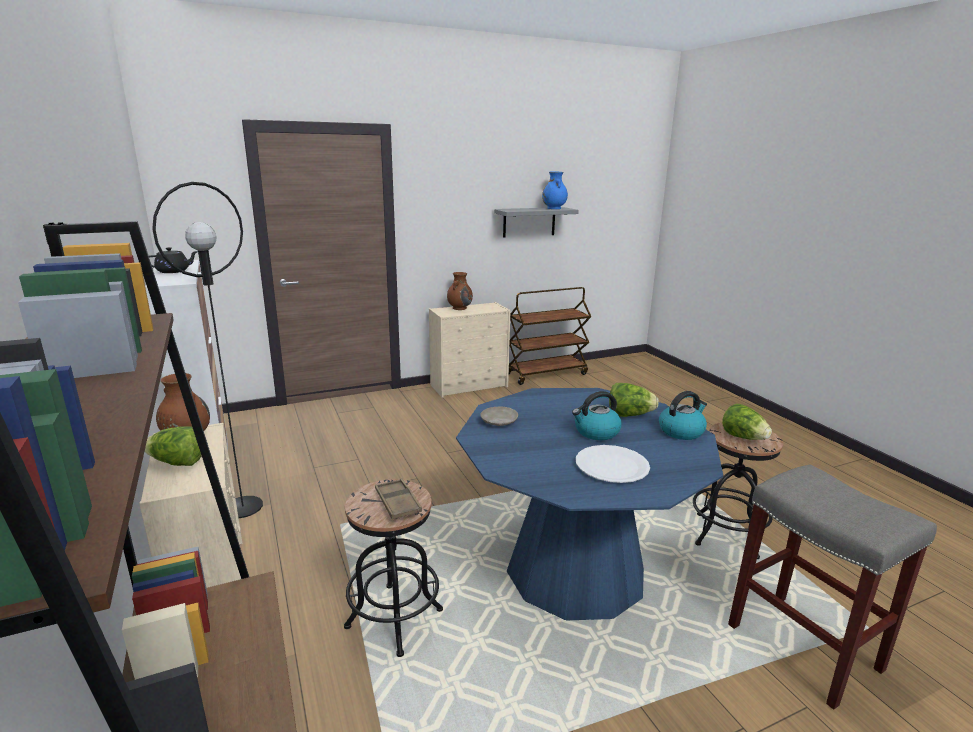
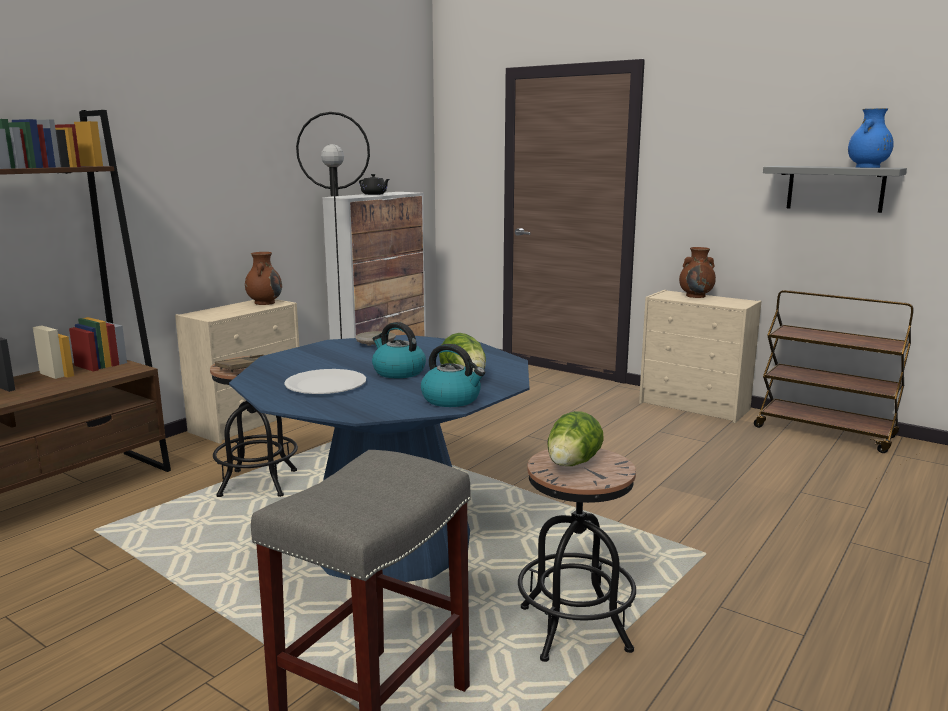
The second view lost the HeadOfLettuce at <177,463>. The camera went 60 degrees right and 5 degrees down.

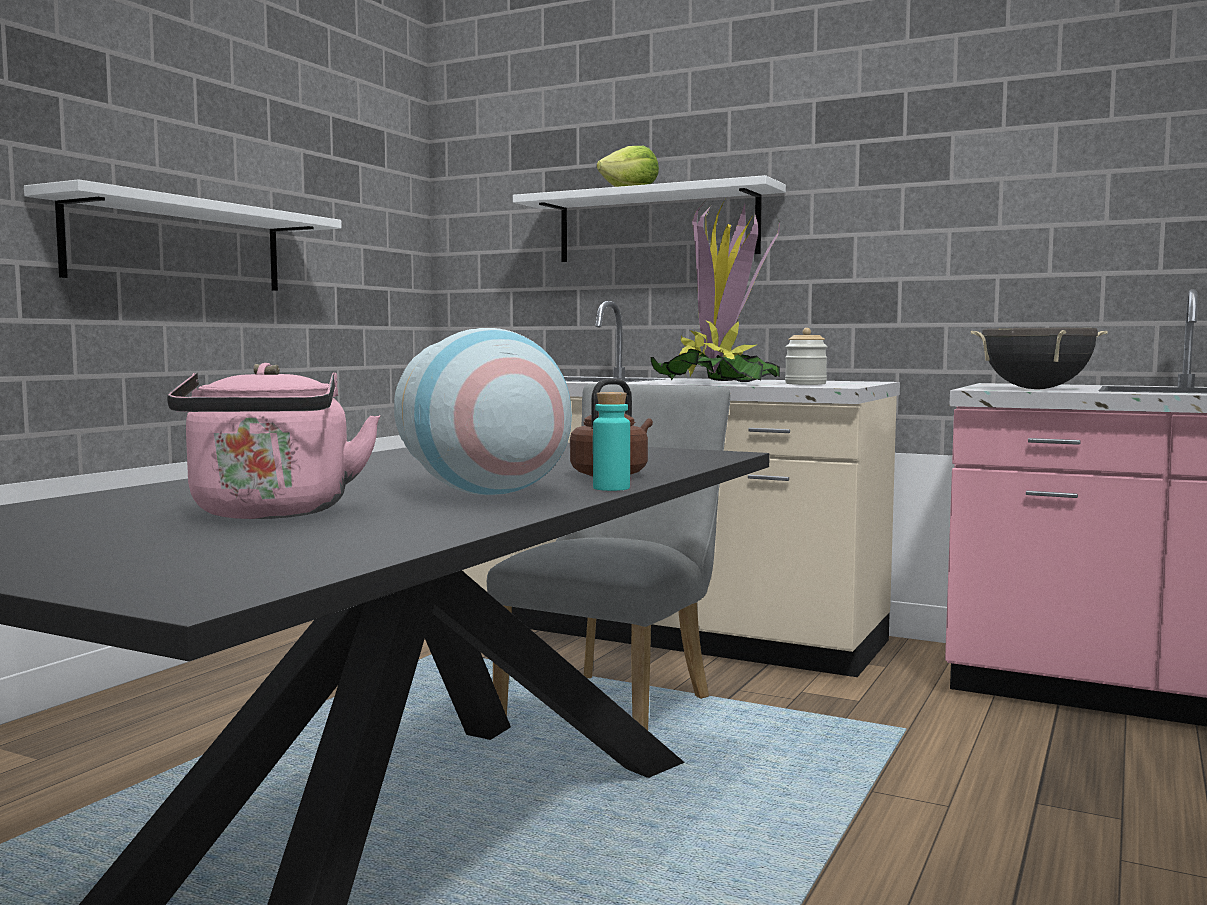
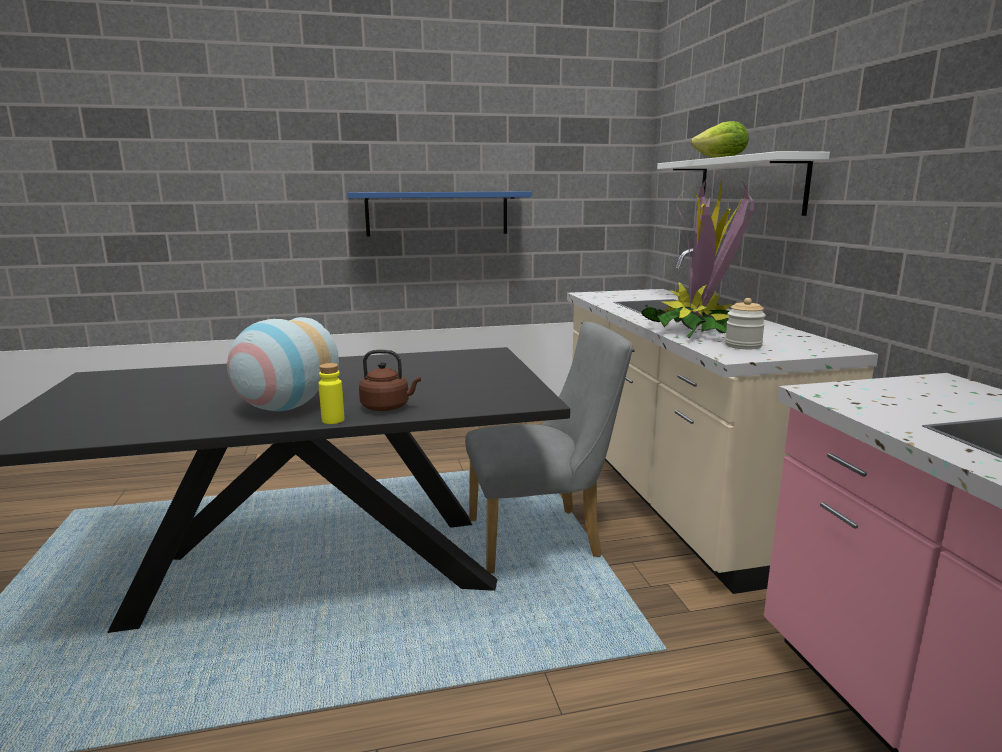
What was the TurquoiseColouredDrinkBottle at <611,488> turned into the YellowColouredDrinkBottle at <333,420>. What was the WhiteBracketShelf at <178,246> turned into the BluishBracketShelf at <437,213>. The second view lost the PinkWaterKettle at <271,514>. The second view lost the BlackishSaucepot at <1035,389>. The camera went 50 degrees right and 10 degrees up.

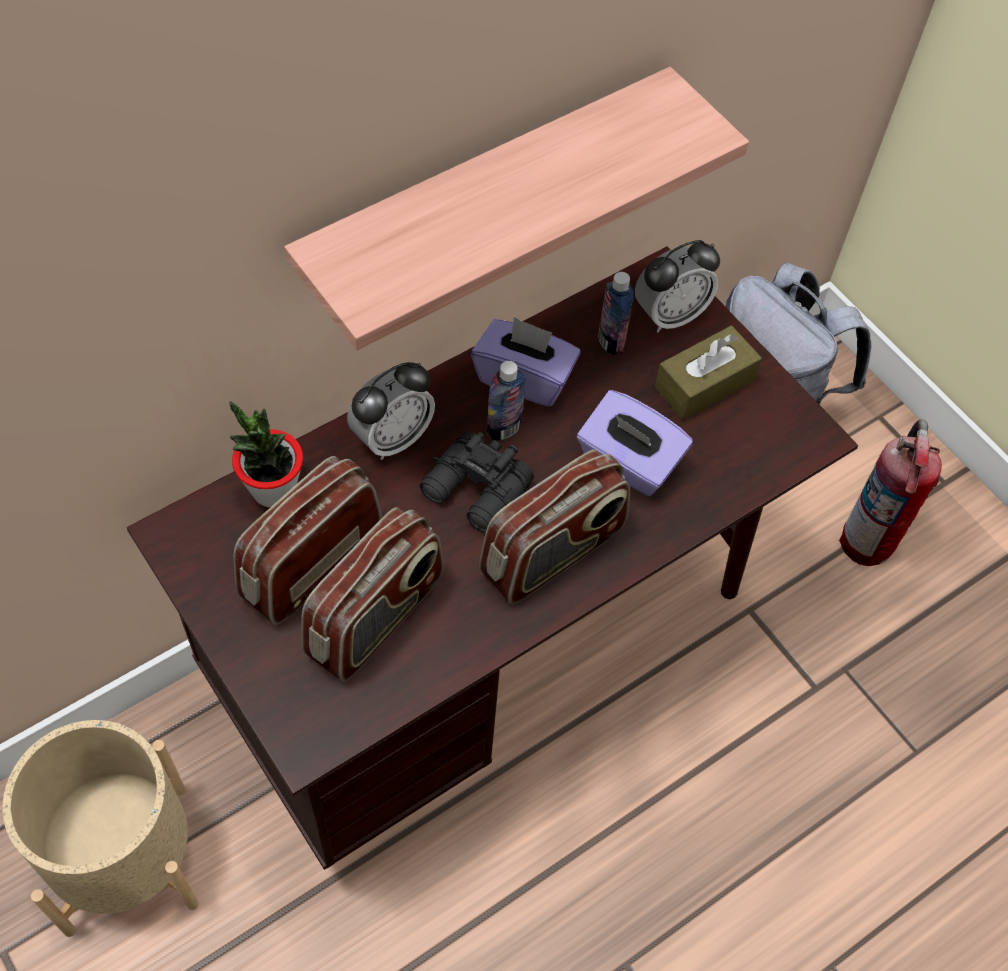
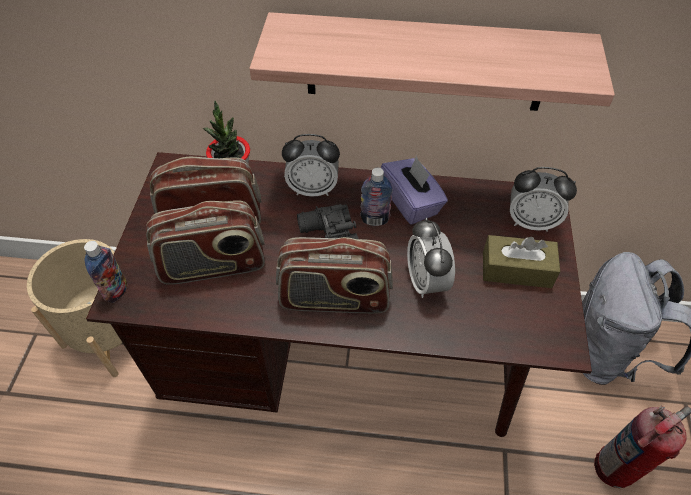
The DrinkBottle ended up elsewhere, having gone from <611,341> to <116,291>. Where the PurplishTissueBox stood at <628,462>, the AlarmClock came to stand at <426,281>. The camera went 45 degrees right and 5 degrees down.

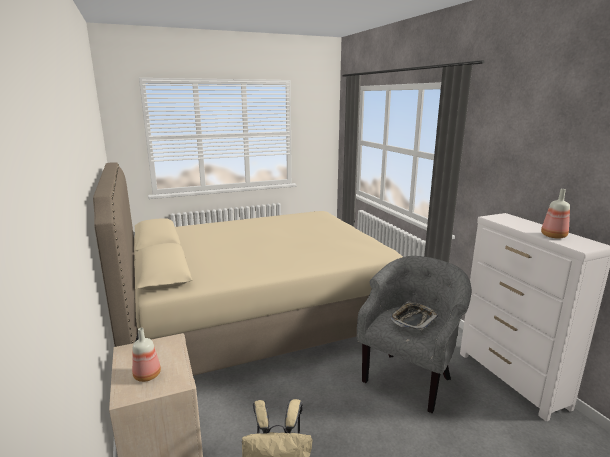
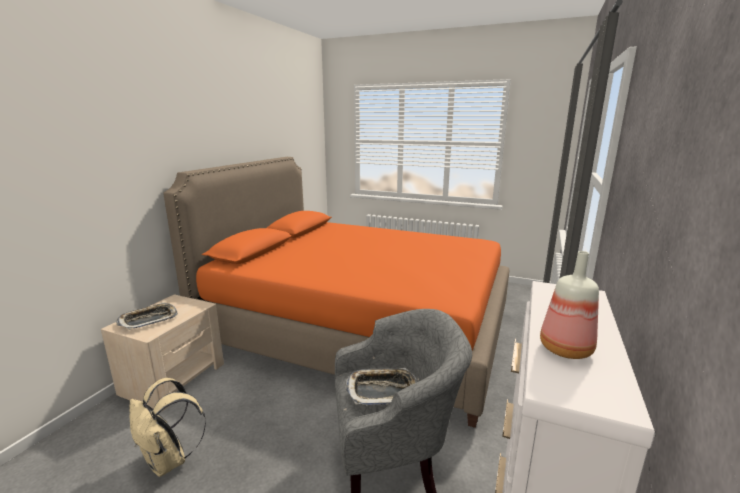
Where the DrinkBottle stood at <147,375>, the Tray came to stand at <149,319>. What was the BeigeBed at <258,315> turned into the OrangeBed at <359,328>. The camera went 45 degrees right and 0 degrees up.

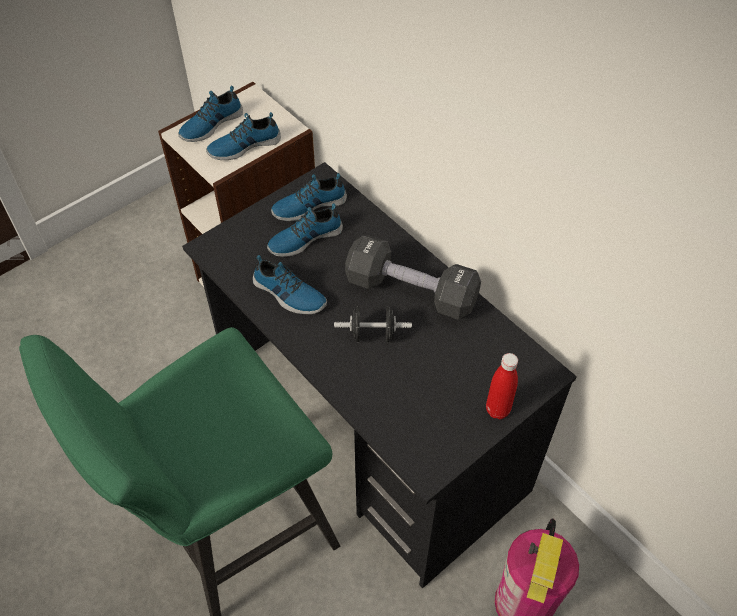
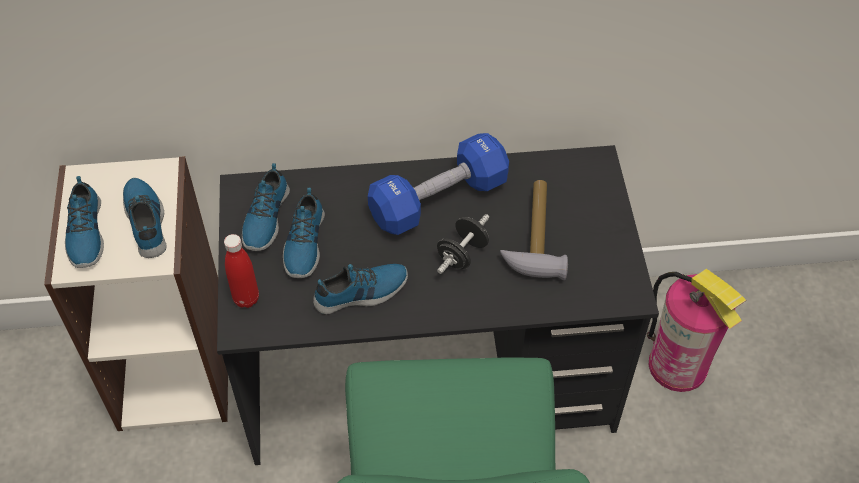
The Shoe at <244,145> ended up facing another way, 150 degrees clockwise from before. The RedDrinkBottle ended up elsewhere, having gone from <497,410> to <246,298>. What was the BlackishHandWeight at <411,291> turned into the BluishHandWeight at <439,199>. The second view gained the HandHammer at <534,235>. The camera went 55 degrees left and 0 degrees up.

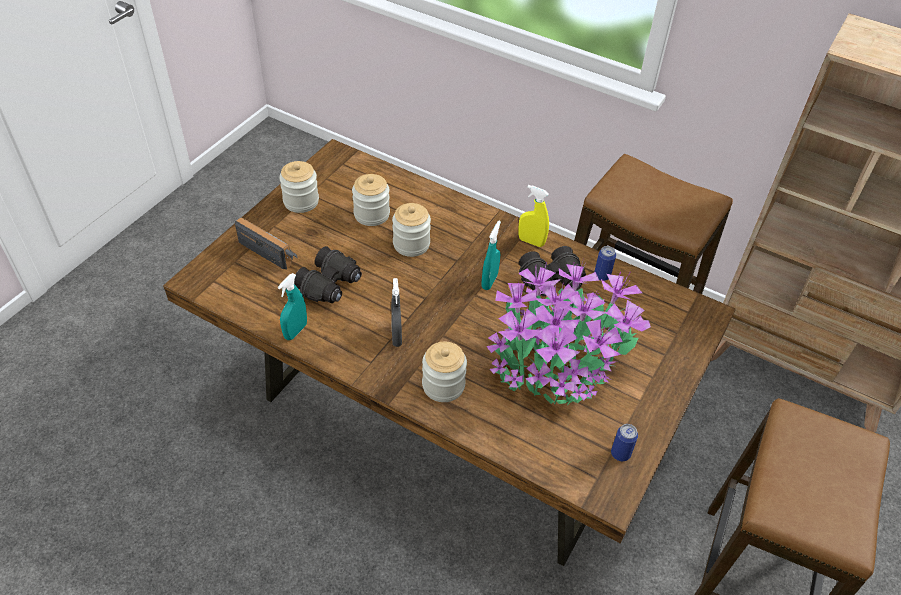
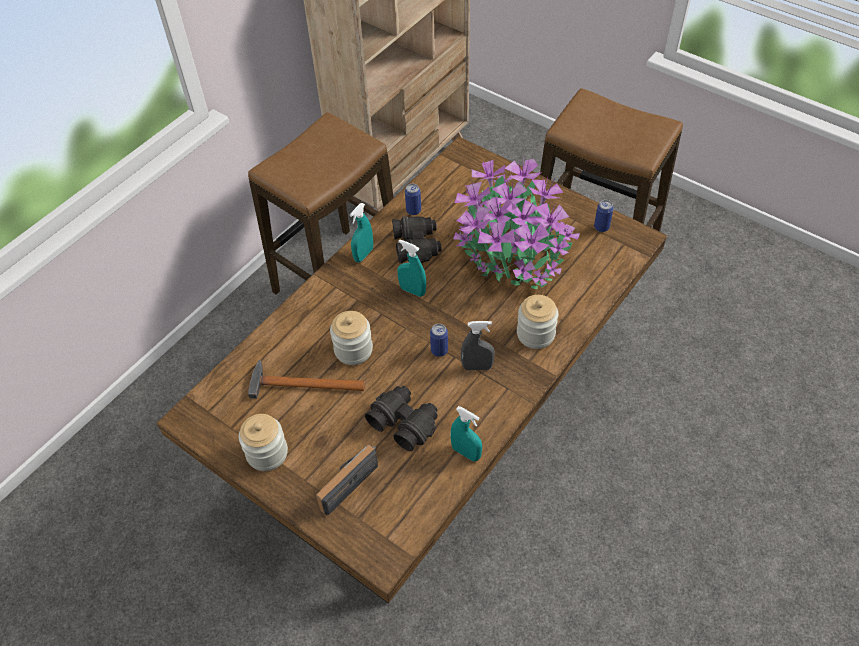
Where the PreserveJar stood at <371,214>, the HandHammer came to stand at <302,384>. What was the YellowColouredHandSprayer at <531,241> turned into the TurquoiseColouredHandSprayer at <363,254>. The second view gained the MetalCan at <439,350>. The camera went 80 degrees left and 5 degrees up.

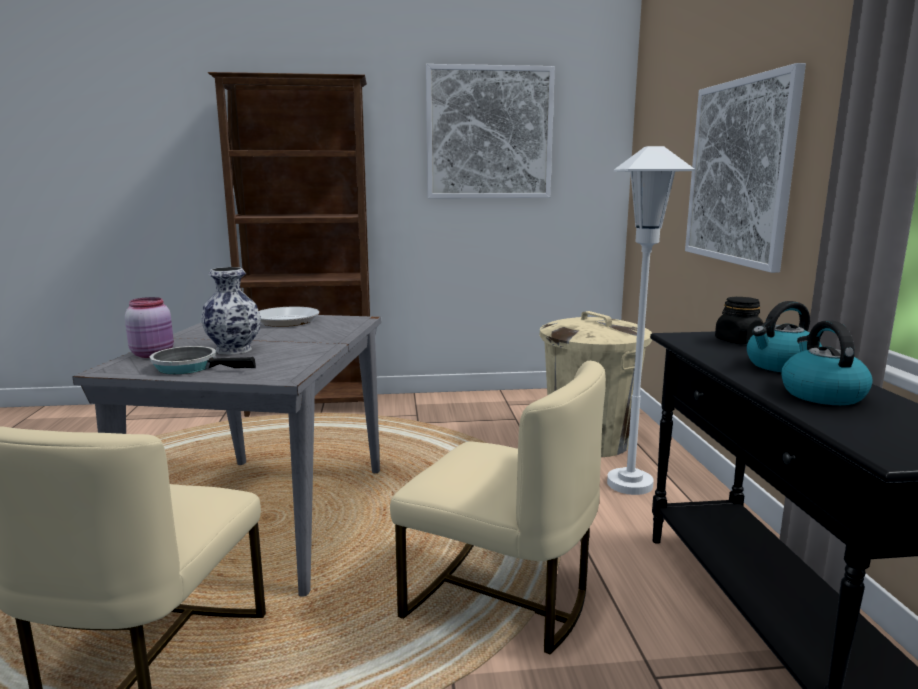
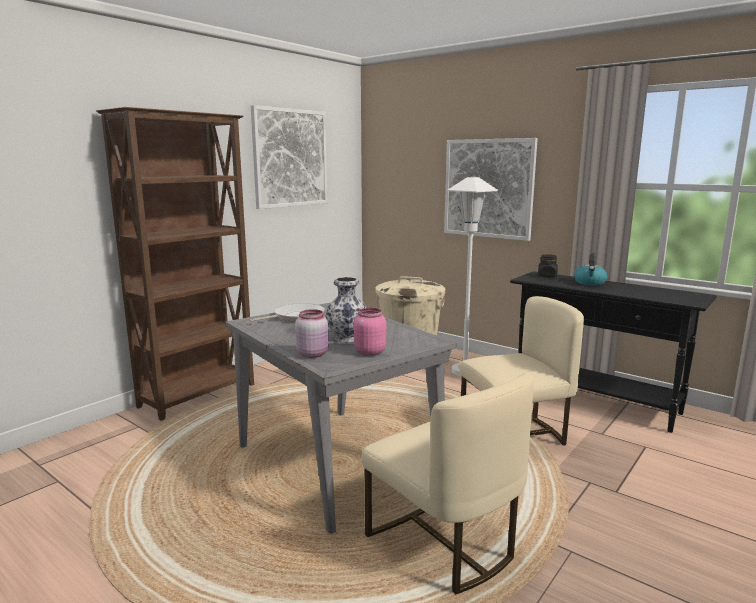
Where the FryingPan stood at <191,367>, the PinkPreserveJar came to stand at <369,352>. The second view lost the WaterKettle at <821,394>. The camera went 45 degrees left and 0 degrees up.

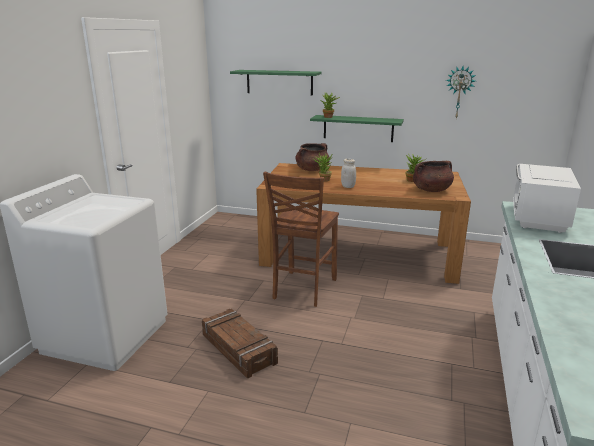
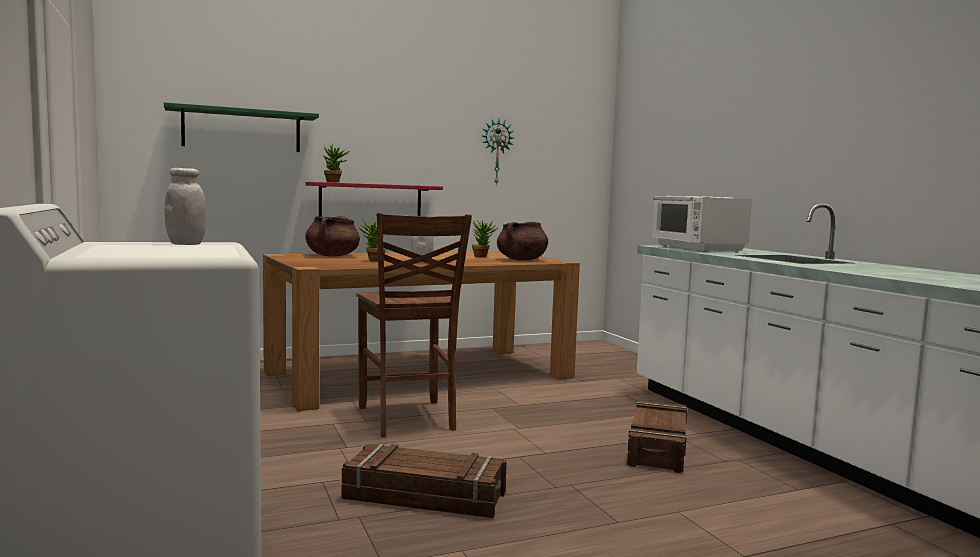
The second view gained the WhitePreserveJar at <186,244>. What was the GreenBracketShelf at <358,128> turned into the RedBracketShelf at <371,201>. The second view gained the ShippingCrate at <656,447>. The camera went 40 degrees left and 15 degrees down.

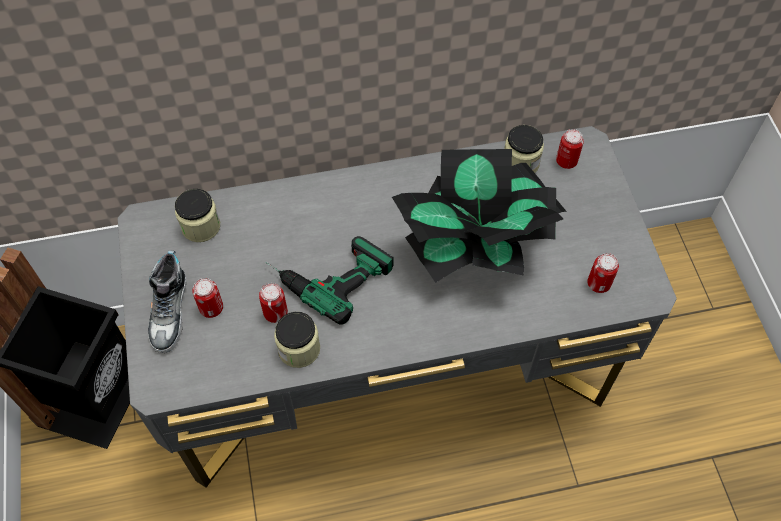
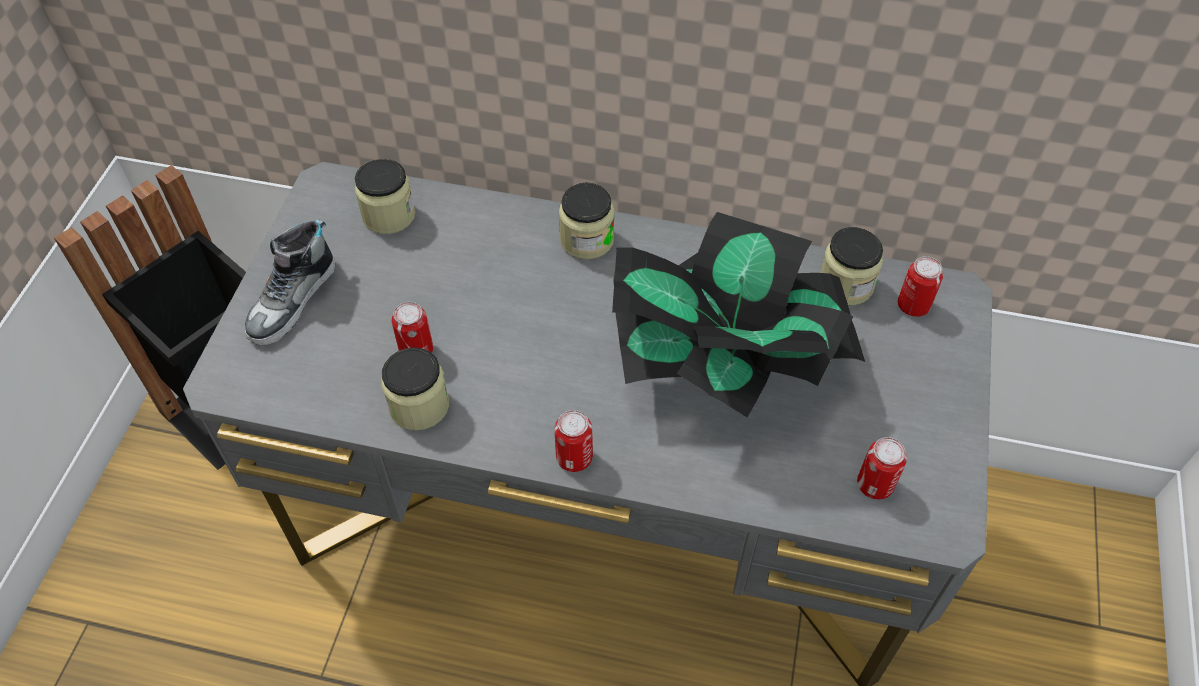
The MetalCan ended up elsewhere, having gone from <211,308> to <574,458>. The second view gained the PreserveJar at <587,240>. The second view lost the PowerDrill at <327,271>. The camera went 25 degrees right and 5 degrees down.

